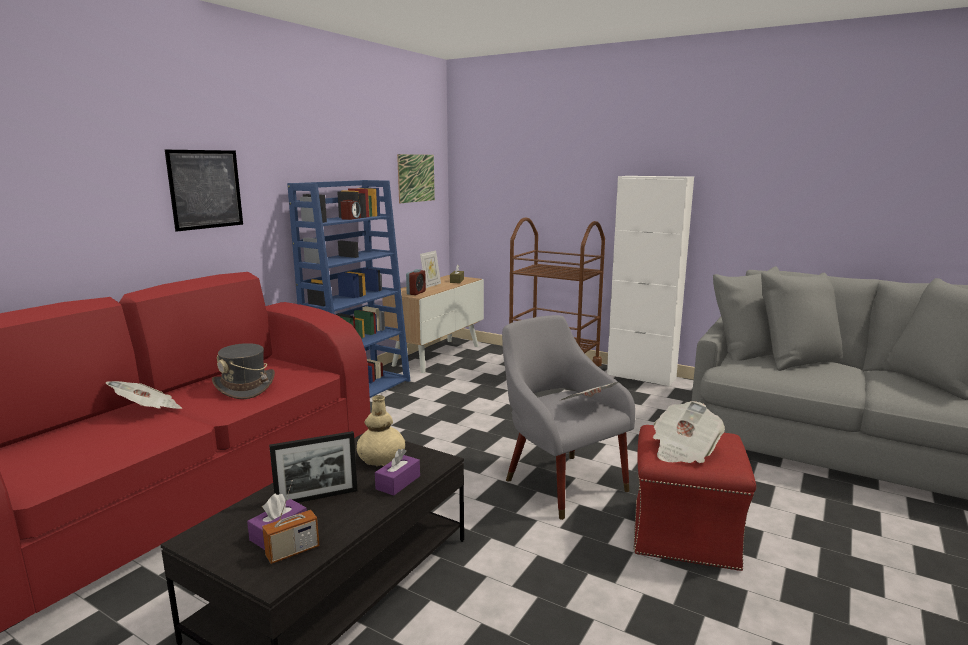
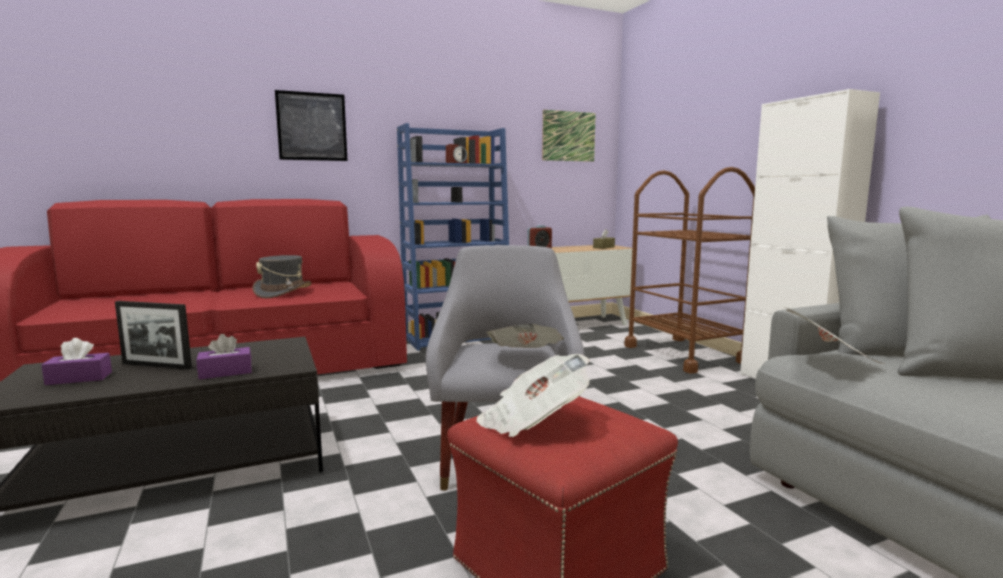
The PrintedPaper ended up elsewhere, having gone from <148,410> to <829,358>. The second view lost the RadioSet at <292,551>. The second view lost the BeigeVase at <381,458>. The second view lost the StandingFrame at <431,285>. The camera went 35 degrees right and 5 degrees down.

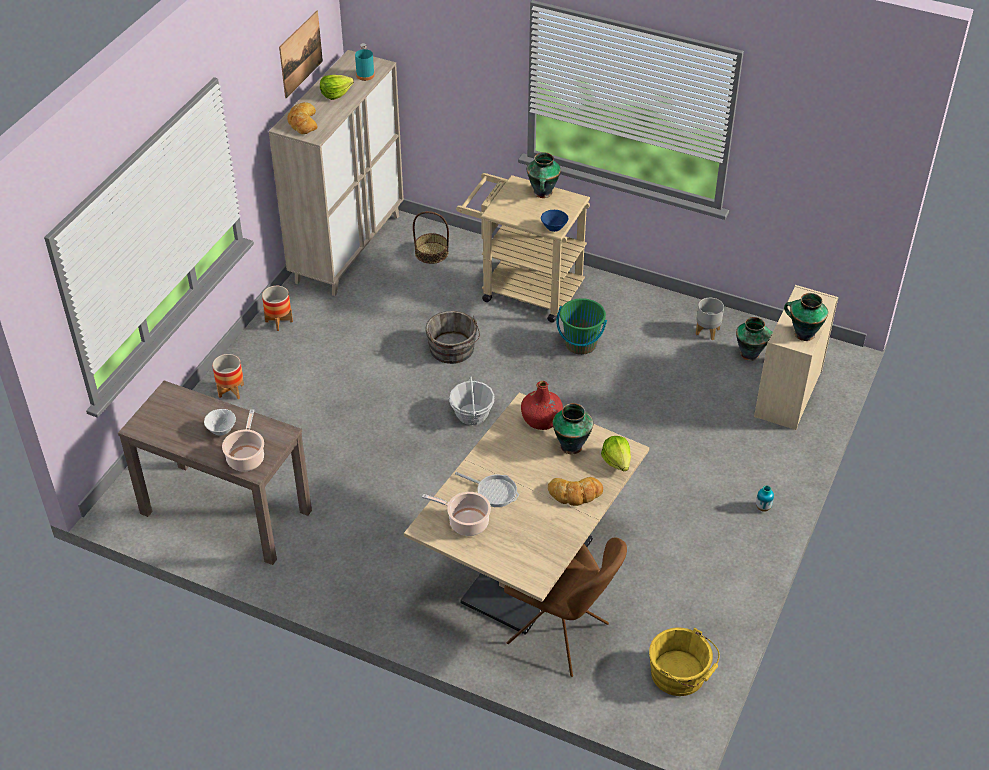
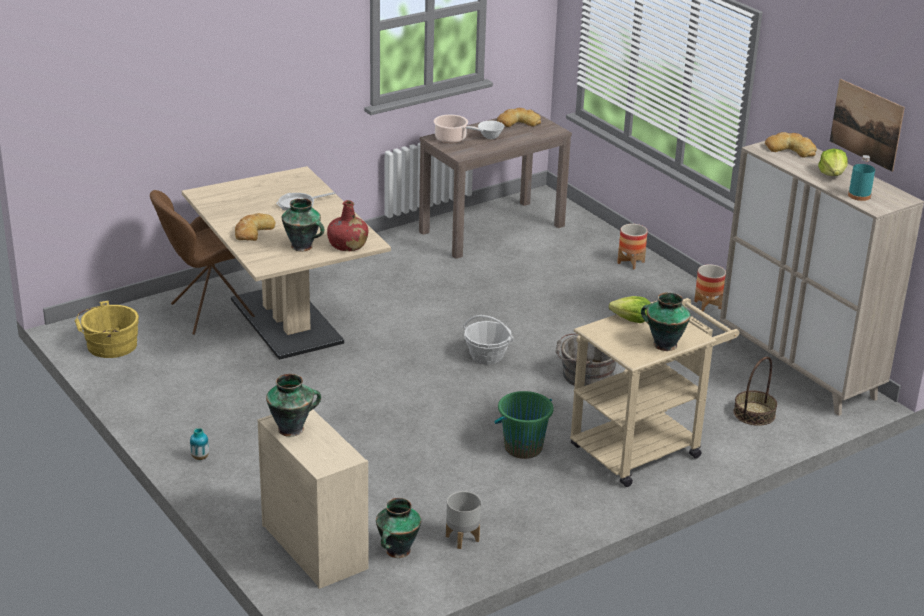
The second view gained the BakeryBread at <518,122>. The HeadOfLettuce ended up elsewhere, having gone from <617,461> to <631,319>. The second view lost the Saucepot at <466,522>. The second view lost the BluishDeepDish at <554,228>. The camera went 120 degrees right and 15 degrees down.

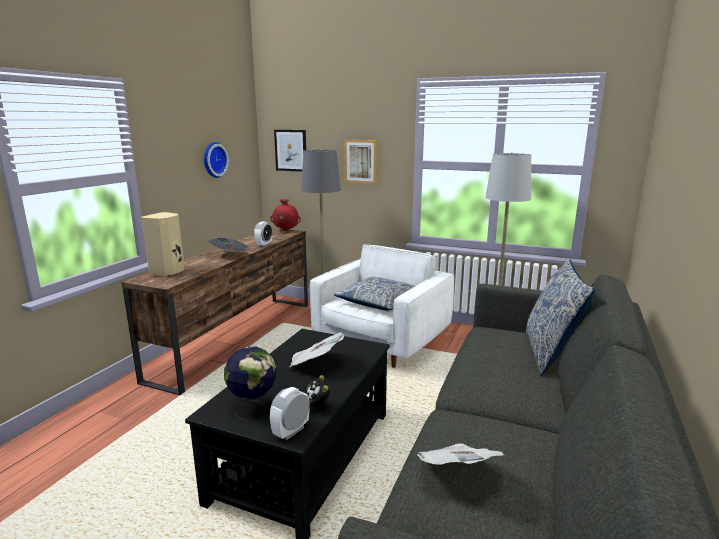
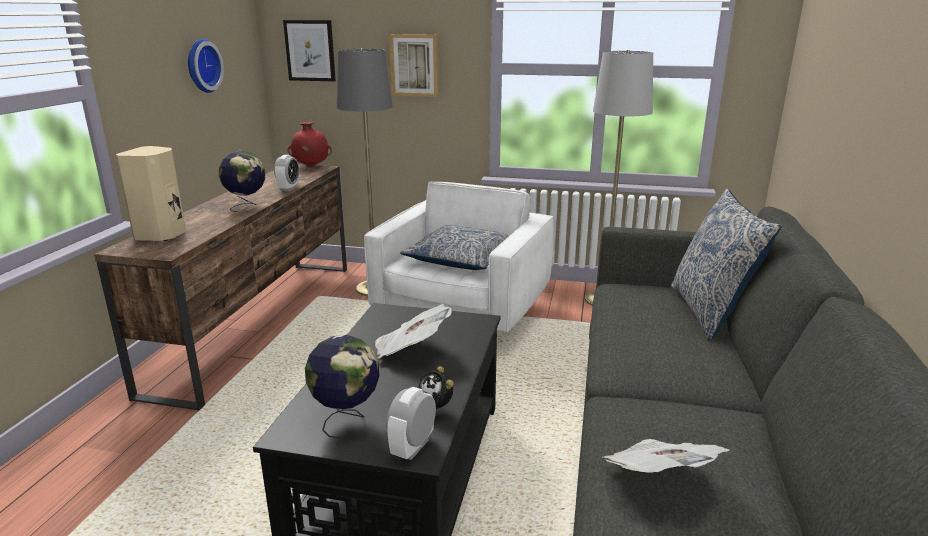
Where the PrintedPaper stood at <230,255>, the Globe came to stand at <246,206>. The camera went 10 degrees left and 5 degrees up.

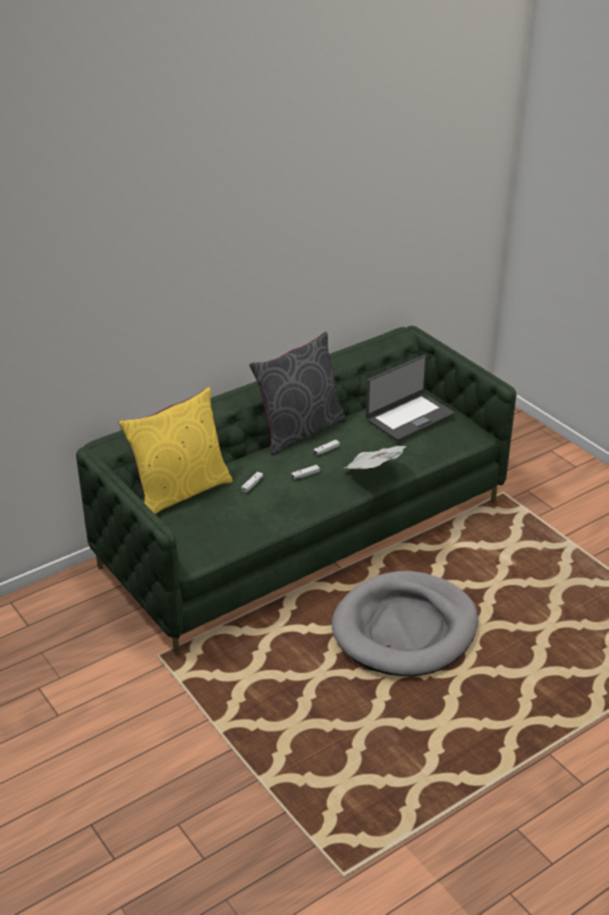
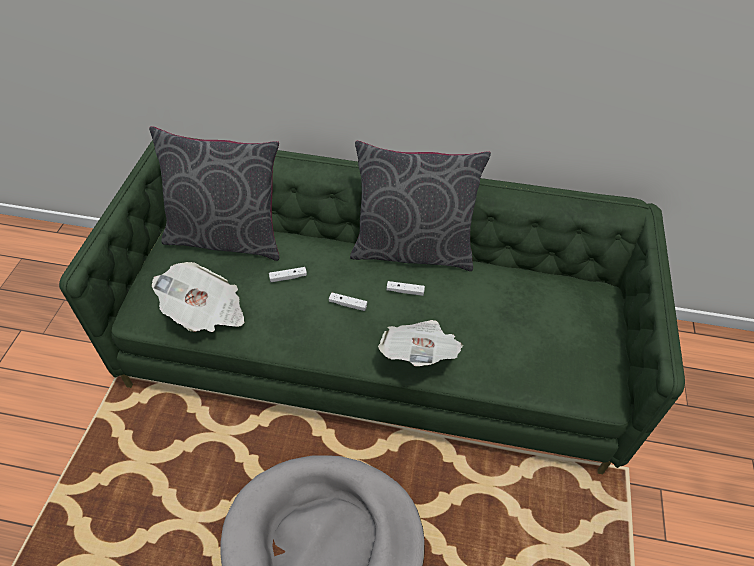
What was the YellowColouredCushion at <180,491> turned into the GreyishCushion at <226,237>. The second view gained the PrintedPaper at <206,312>. The second view lost the Laptop at <409,417>. The camera went 45 degrees right and 15 degrees up.

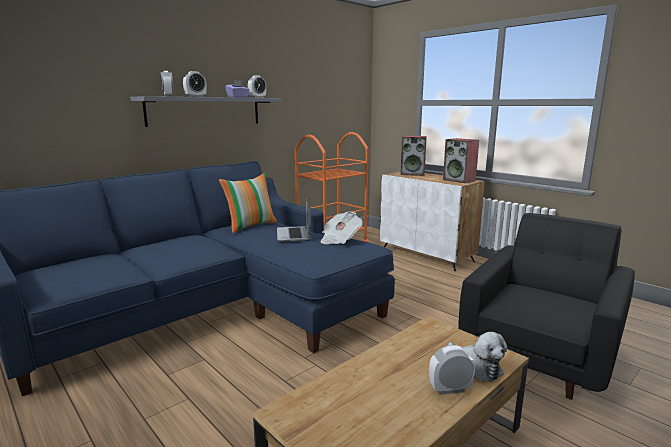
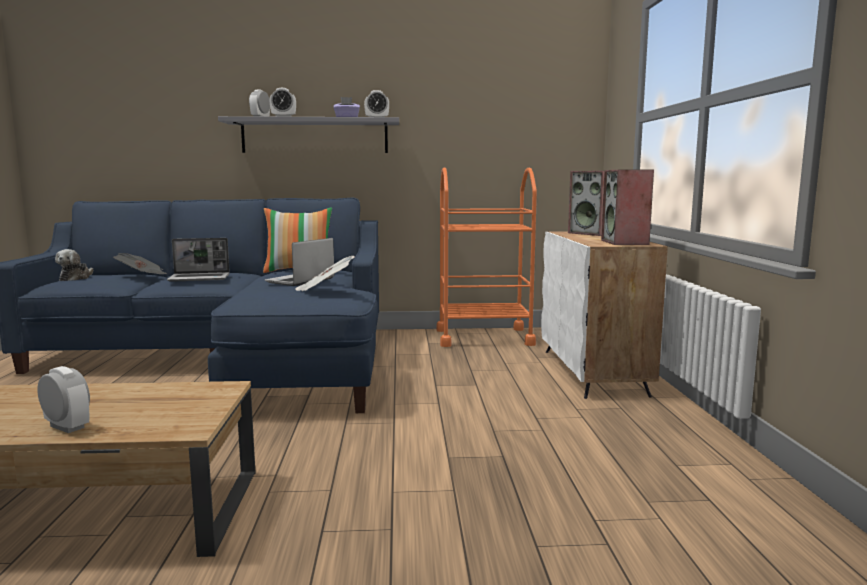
The SoftToy ended up elsewhere, having gone from <476,367> to <76,278>. The second view gained the PrintedPaper at <143,277>. The second view gained the Laptop at <200,278>. The second view lost the BlackishEasyChair at <541,352>. The camera went 40 degrees right and 5 degrees down.

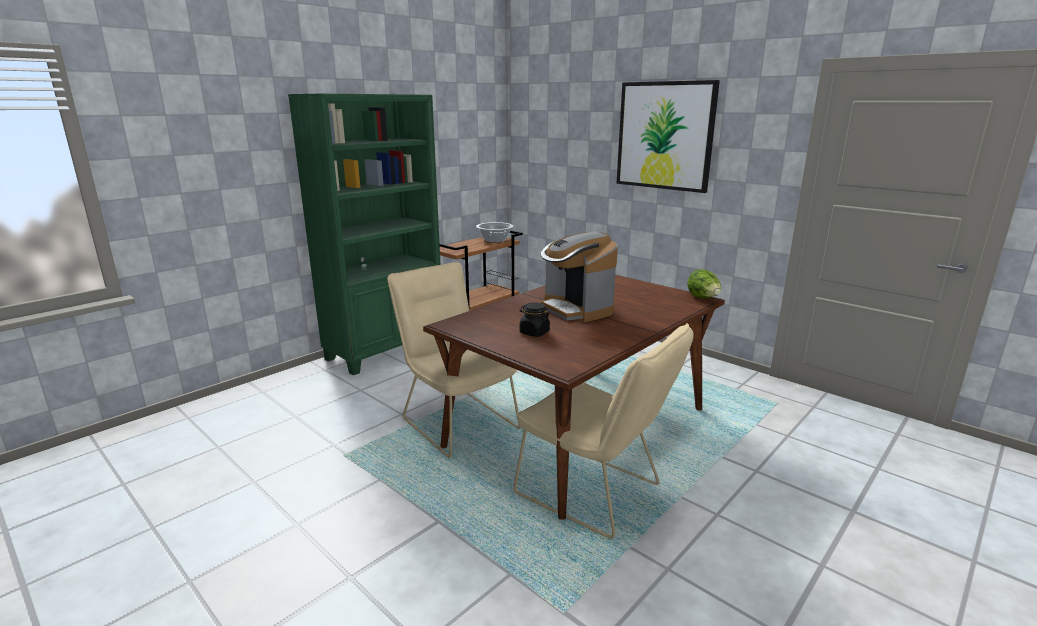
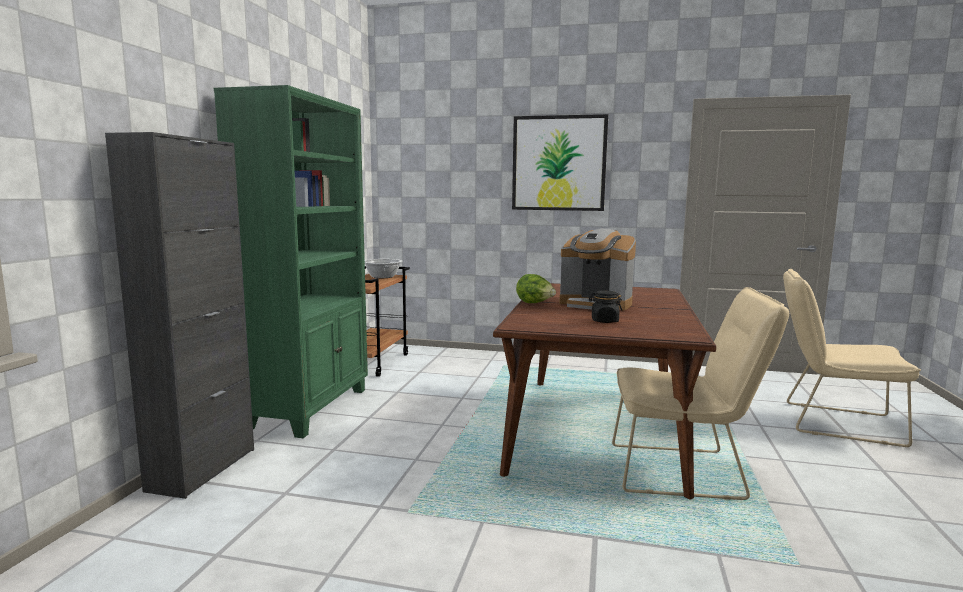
The second view gained the BlackishCupboard at <202,469>. The HeadOfLettuce ended up elsewhere, having gone from <703,298> to <535,303>. The BeigeUprightChair ended up elsewhere, having gone from <456,420> to <832,422>. The camera went 30 degrees left and 10 degrees down.

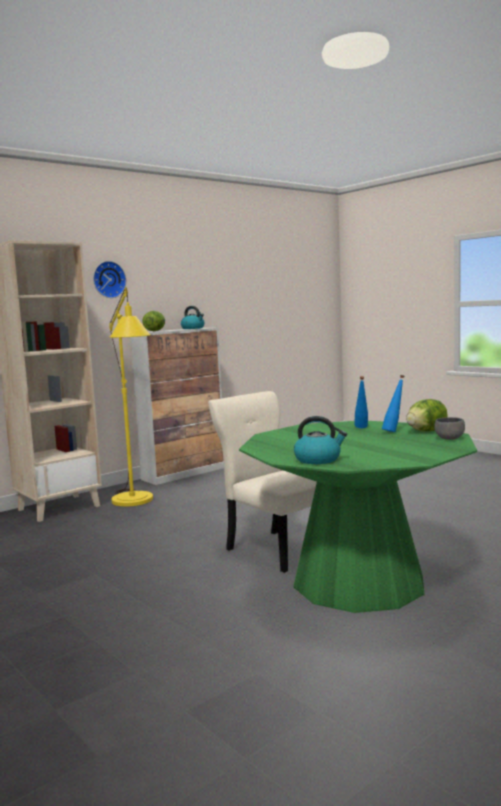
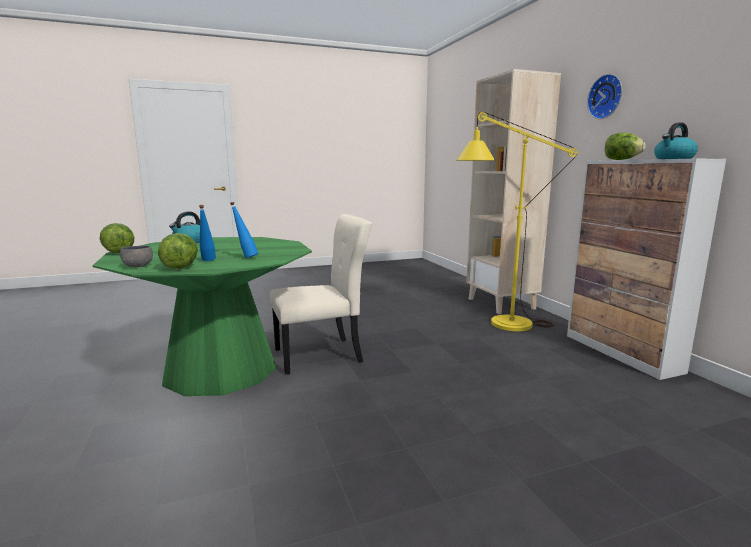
The second view gained the HeadOfLettuce at <119,252>. The camera went 110 degrees right and 5 degrees up.

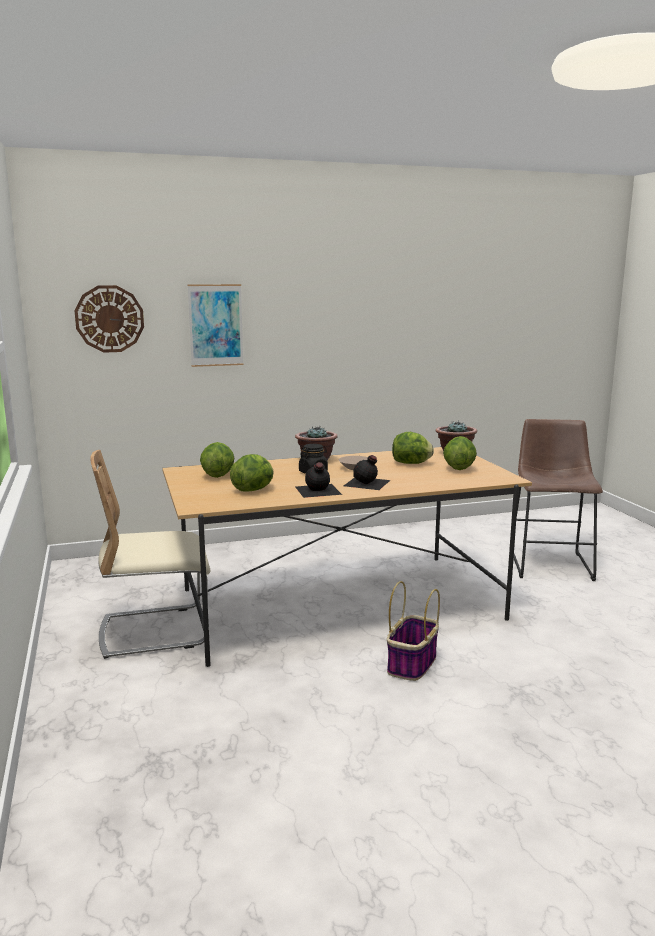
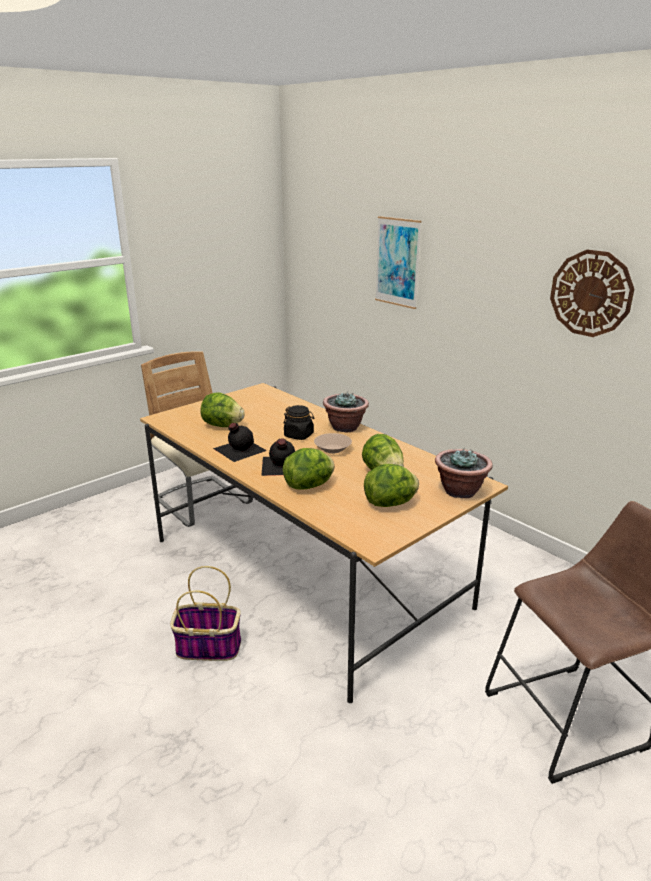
The HeadOfLettuce ended up elsewhere, having gone from <217,475> to <309,486>. The ClockOnTheWall ended up elsewhere, having gone from <109,319> to <591,293>. The camera went 65 degrees right and 10 degrees up.

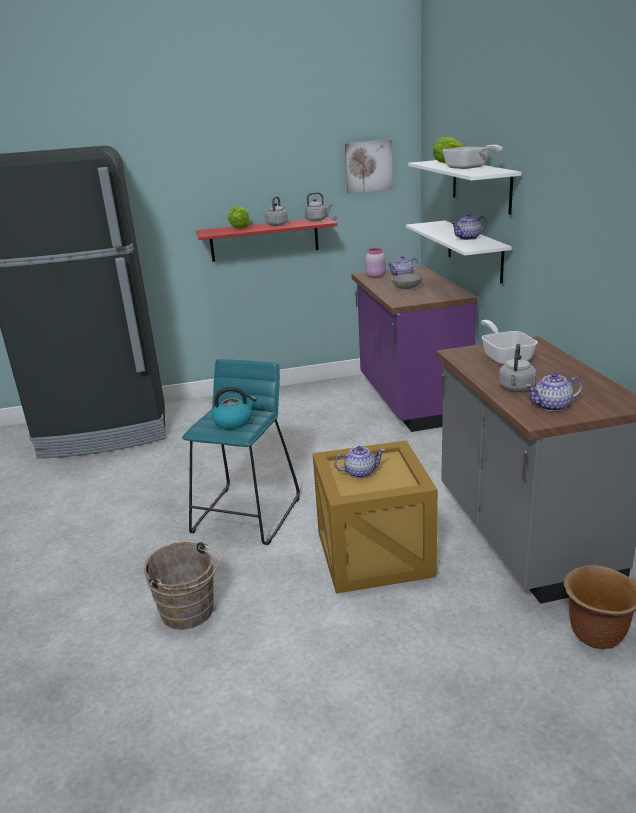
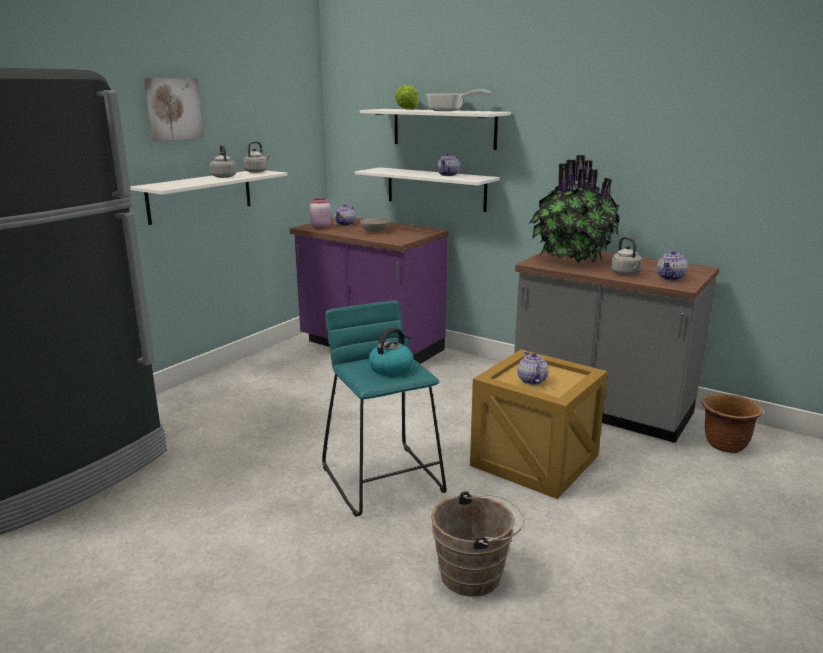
What was the RedBracketShelf at <264,239> turned into the WhiteBracketShelf at <200,196>. The Picture ended up elsewhere, having gone from <368,166> to <173,109>. The TeaPot at <360,472> ended up facing another way, 45 degrees counterclockwise from before. Where the FryingPan stood at <505,356>, the PottedPlant came to stand at <570,259>. The second view lost the HeadOfLettuce at <240,228>. The camera went 45 degrees left and 5 degrees down.

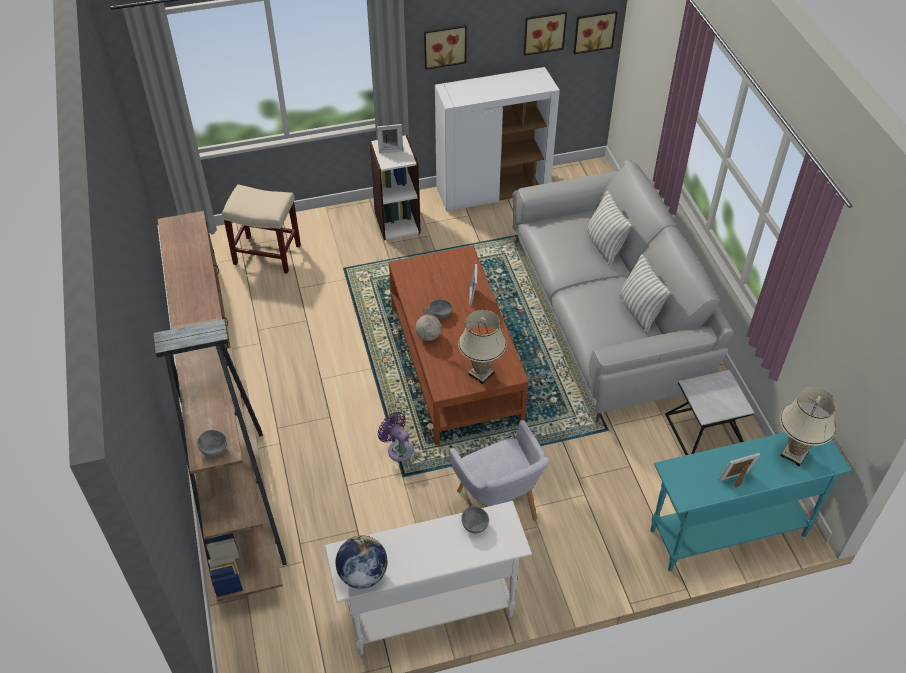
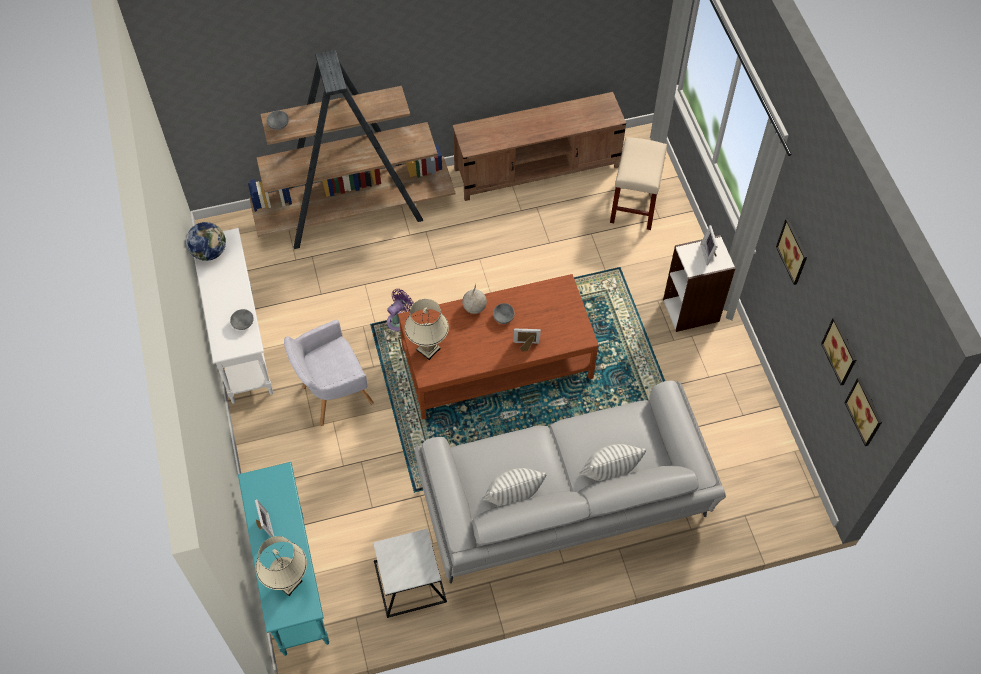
The second view lost the WhiteCupboard at <493,191>. The camera went 90 degrees right and 10 degrees up.

